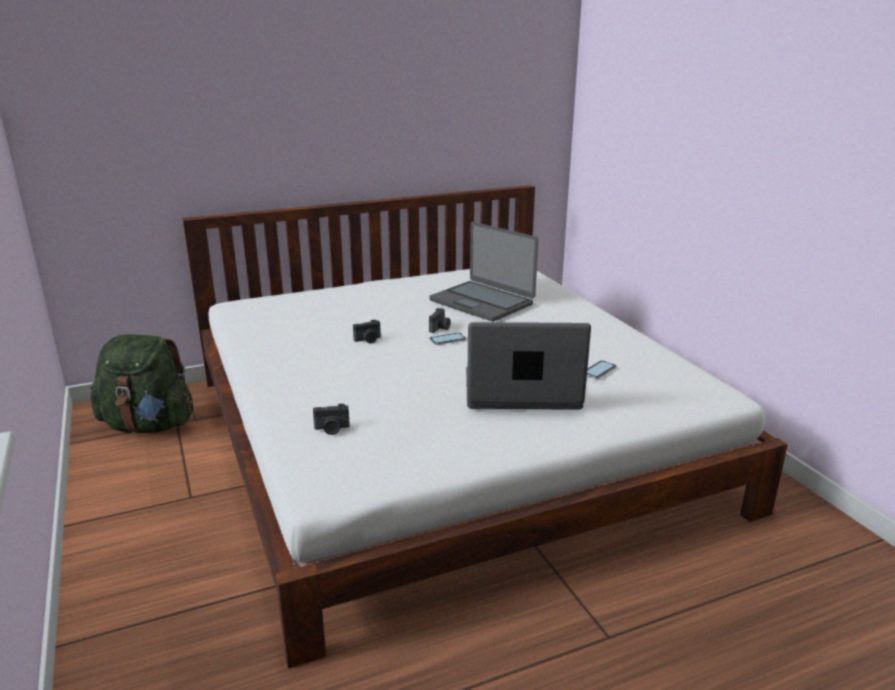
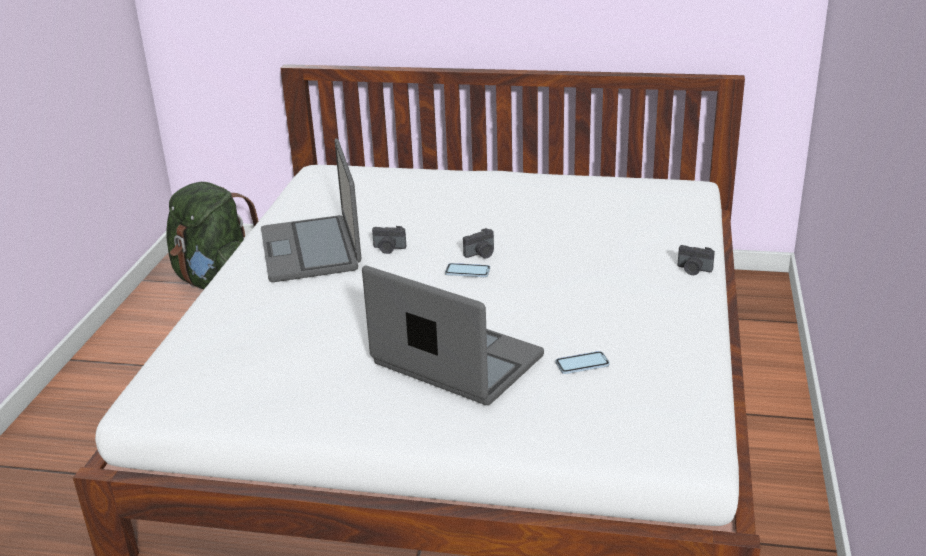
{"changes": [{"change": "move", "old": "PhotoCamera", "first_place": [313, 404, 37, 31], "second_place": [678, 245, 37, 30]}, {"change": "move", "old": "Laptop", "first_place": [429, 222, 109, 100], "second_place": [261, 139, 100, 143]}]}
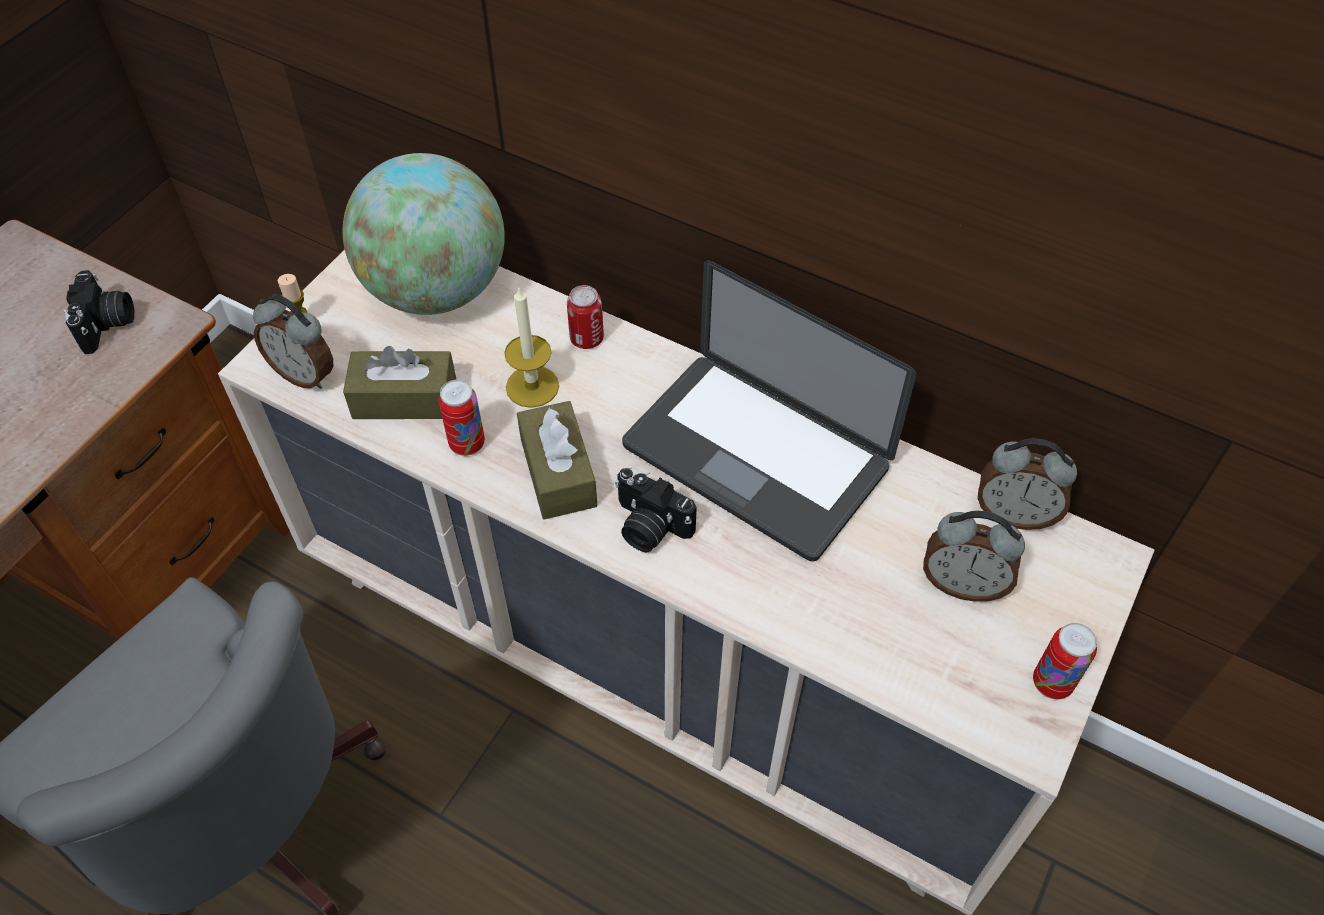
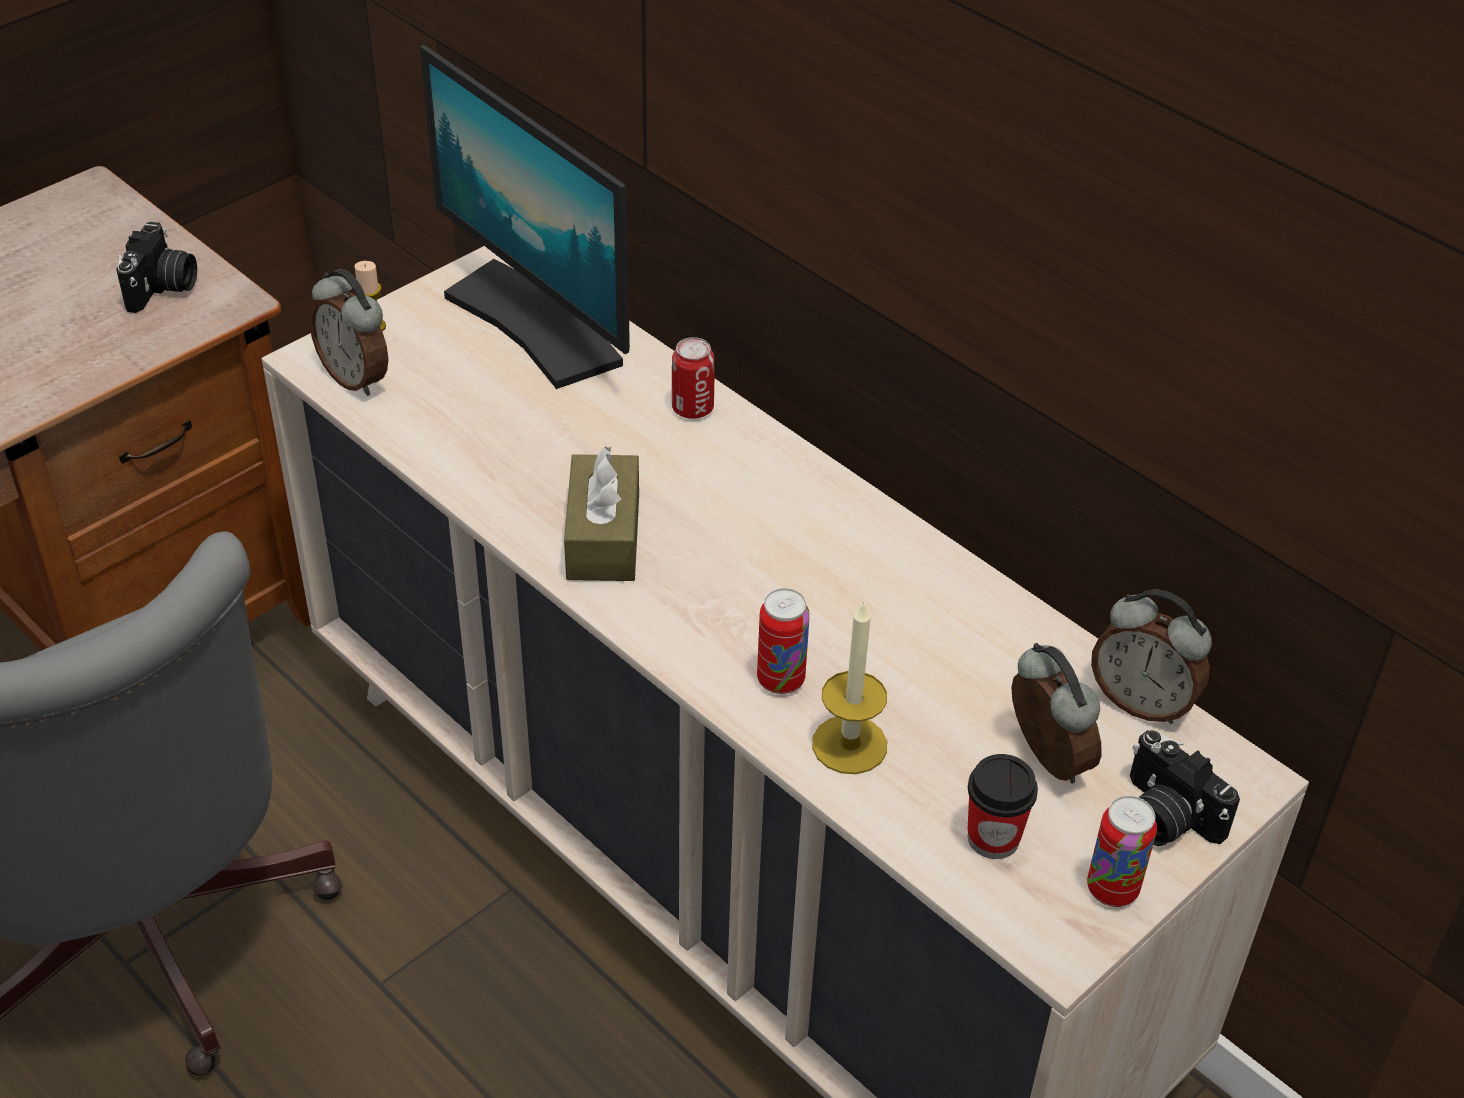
{"changes": [{"change": "delete", "old": "BrownTissueBox", "first_place": [343, 346, 113, 73]}, {"change": "delete", "old": "Laptop", "first_place": [622, 261, 294, 300]}, {"change": "insert", "new": "Cup", "second_place": [968, 754, 70, 105]}, {"change": "move", "old": "Can", "first_place": [439, 380, 46, 76], "second_place": [757, 588, 53, 106]}, {"change": "move", "old": "Candle", "first_place": [504, 288, 55, 120], "second_place": [812, 601, 75, 173]}, {"change": "move", "old": "PhotoCamera", "first_place": [615, 468, 82, 84], "second_place": [1130, 730, 110, 116]}, {"change": "replace", "old": "Globe", "new": "Monitor", "first_place": [342, 153, 163, 162], "second_place": [420, 45, 210, 344]}, {"change": "rotate", "old": "AlarmClock", "first_place": [923, 511, 102, 91], "second_place": [1011, 643, 91, 140], "degrees": -150}]}
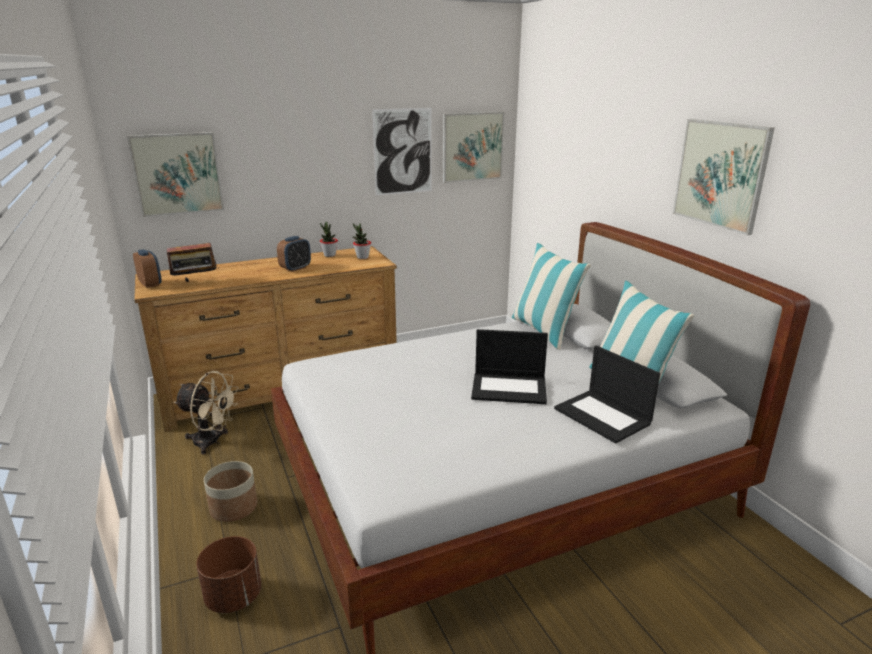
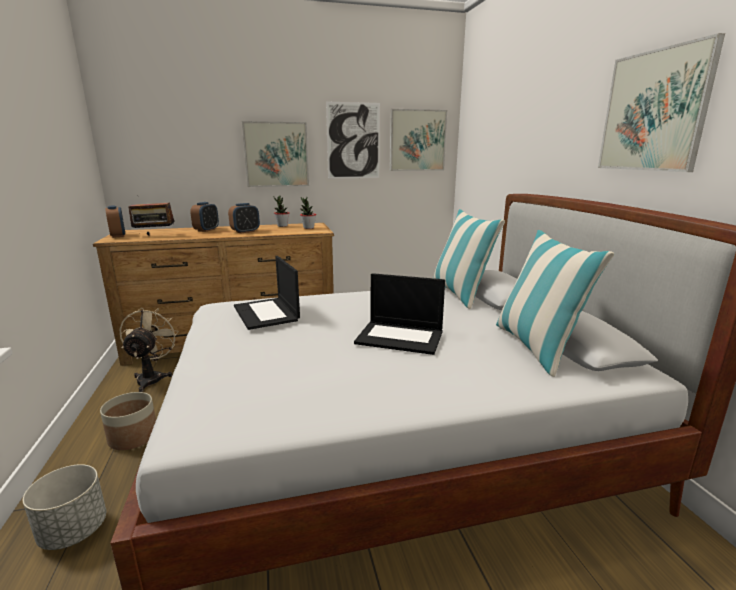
{"changes": [{"change": "insert", "new": "AlarmClock", "second_place": [190, 202, 29, 30]}, {"change": "move", "old": "Picture", "first_place": [127, 132, 97, 85], "second_place": [242, 121, 67, 66]}, {"change": "move", "old": "Laptop", "first_place": [554, 346, 106, 97], "second_place": [234, 256, 66, 74]}, {"change": "recolor", "old": "BrownPlanter", "new": "GreyPlanter", "first_place": [196, 536, 65, 77], "second_place": [23, 464, 83, 86]}, {"change": "rotate", "old": "BeigeFan", "first_place": [174, 371, 65, 84], "second_place": [119, 308, 60, 84], "degrees": -120}]}
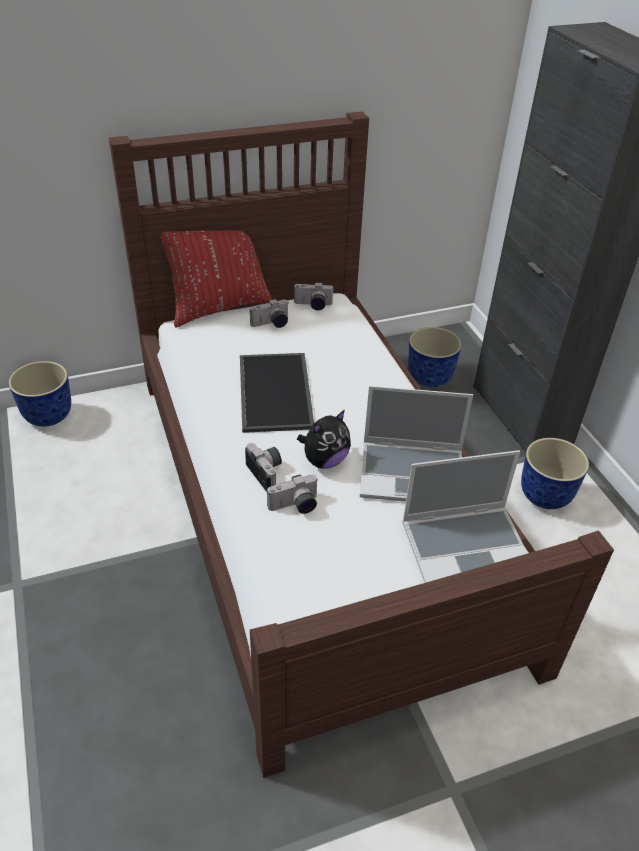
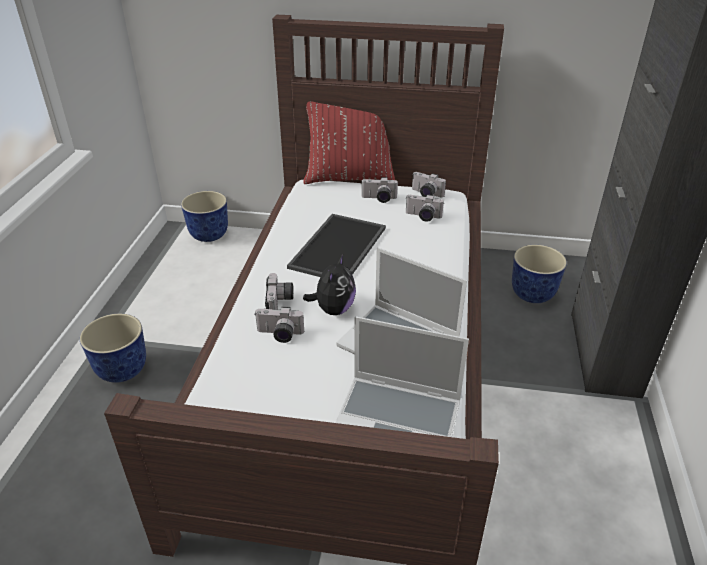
{"changes": [{"change": "insert", "new": "PhotoCamera", "second_place": [406, 194, 38, 28]}, {"change": "move", "old": "Planter", "first_place": [521, 438, 68, 71], "second_place": [80, 314, 66, 69]}, {"change": "rotate", "old": "PlushToy", "first_place": [297, 410, 54, 59], "second_place": [303, 255, 53, 60], "degrees": -60}]}
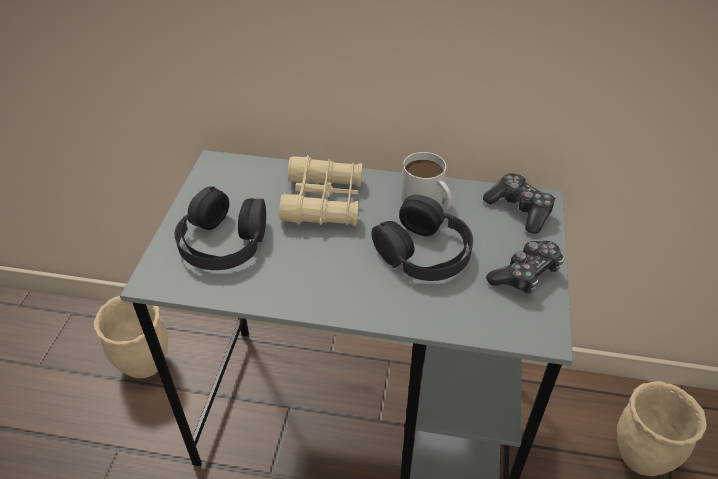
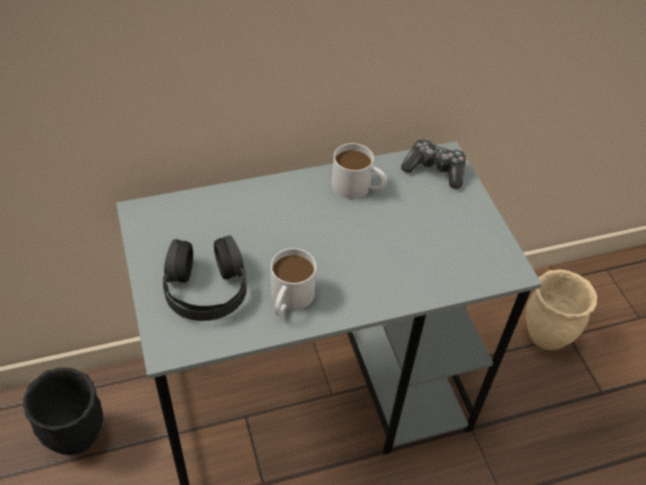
{"changes": [{"change": "delete", "old": "BeigeBinoculars", "first_place": [279, 156, 83, 70]}, {"change": "delete", "old": "BlackHeadphones", "first_place": [372, 195, 101, 86]}, {"change": "delete", "old": "GameController", "first_place": [486, 241, 78, 53]}, {"change": "insert", "new": "WhiteMug", "second_place": [271, 248, 45, 68]}, {"change": "recolor", "old": "BeigePlanter", "new": "BlackPlanter", "first_place": [94, 296, 74, 82], "second_place": [23, 368, 80, 87]}]}
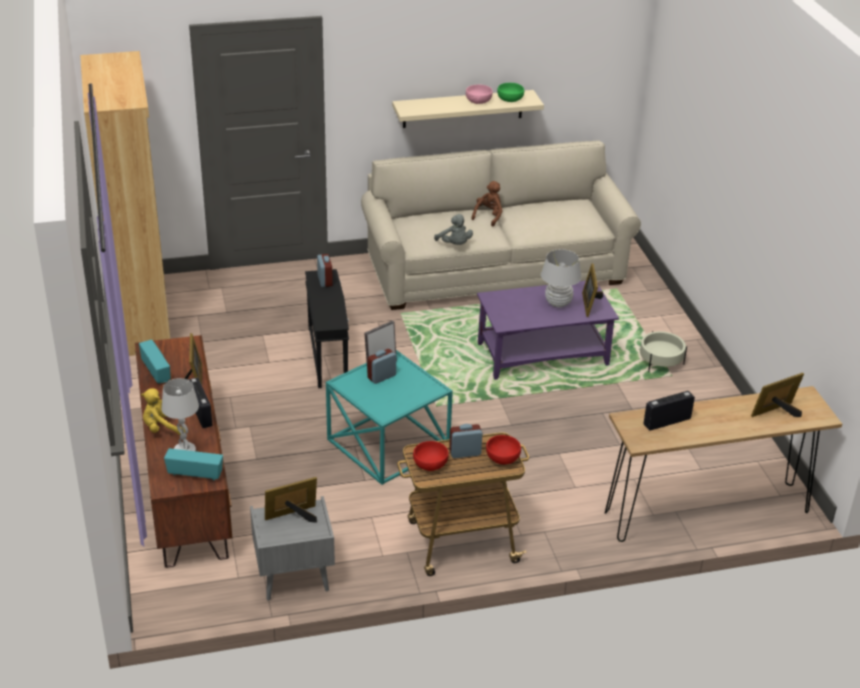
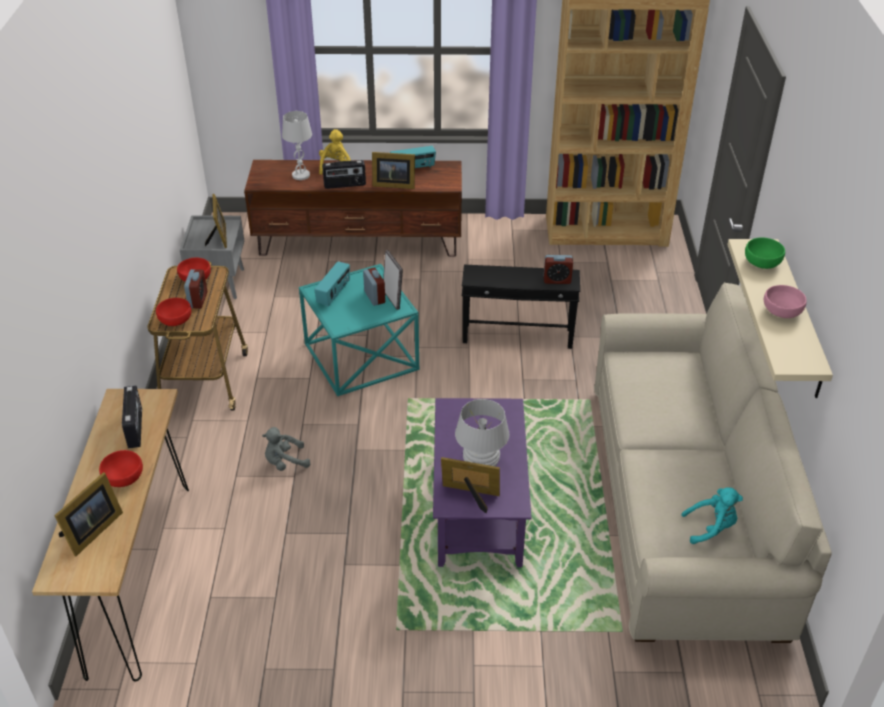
{"changes": [{"change": "delete", "old": "BrownPlushToy", "first_place": [471, 181, 31, 46]}, {"change": "delete", "old": "BeigePlanter", "first_place": [640, 331, 47, 41]}, {"change": "insert", "new": "RedBowl", "second_place": [99, 450, 44, 37]}, {"change": "insert", "new": "TurquoisePlushToy", "second_place": [681, 487, 62, 57]}, {"change": "move", "old": "Radio", "first_place": [164, 448, 59, 32], "second_place": [314, 261, 36, 46]}, {"change": "move", "old": "GreyPlushToy", "first_place": [434, 214, 39, 31], "second_place": [262, 427, 48, 44]}, {"change": "move", "old": "GreenBowl", "first_place": [497, 83, 27, 19], "second_place": [745, 238, 40, 31]}, {"change": "rotate", "old": "PictureFrame", "first_place": [751, 373, 53, 44], "second_place": [54, 472, 69, 84], "degrees": 45}]}
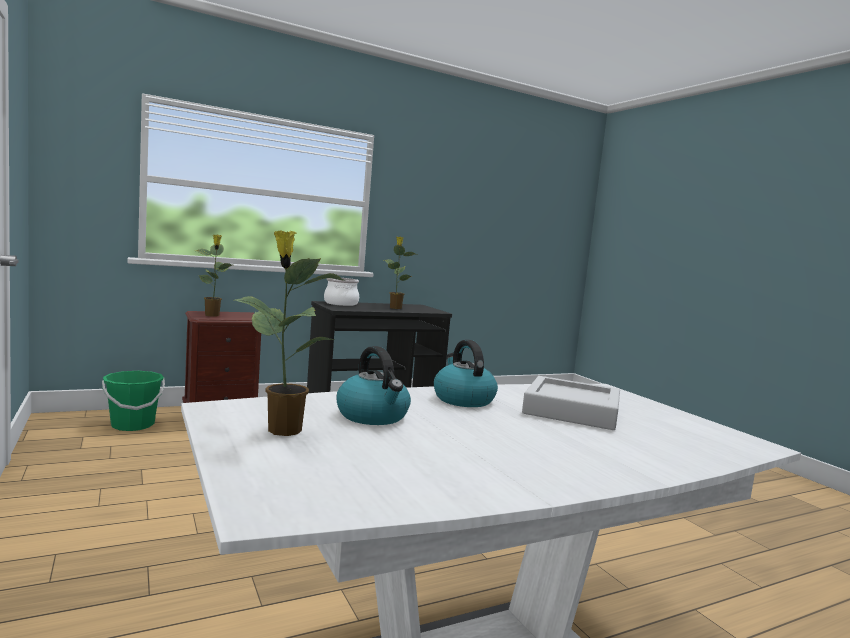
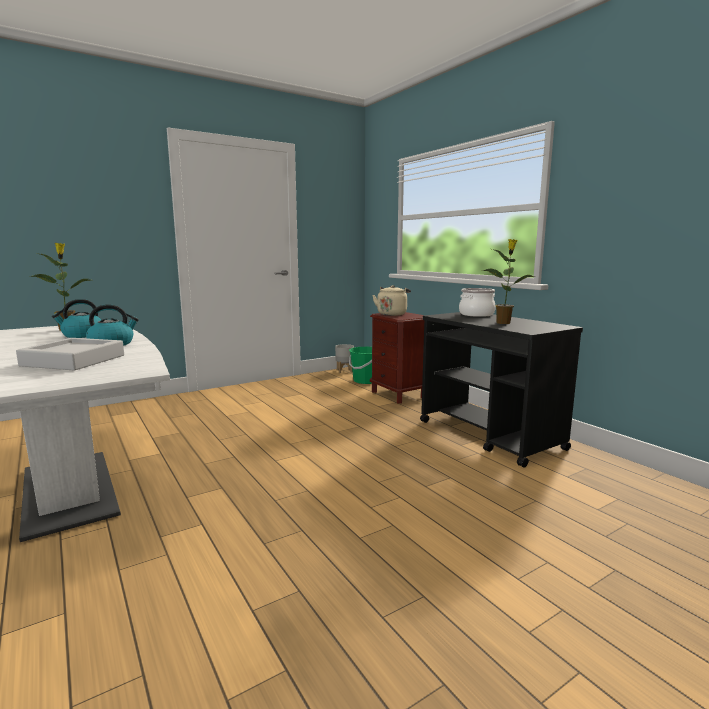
{"changes": [{"change": "insert", "new": "GreyPlanter", "second_place": [335, 344, 19, 29]}, {"change": "replace", "old": "PottedPlant", "new": "BeigeKettle", "first_place": [196, 234, 36, 83], "second_place": [372, 285, 39, 31]}]}
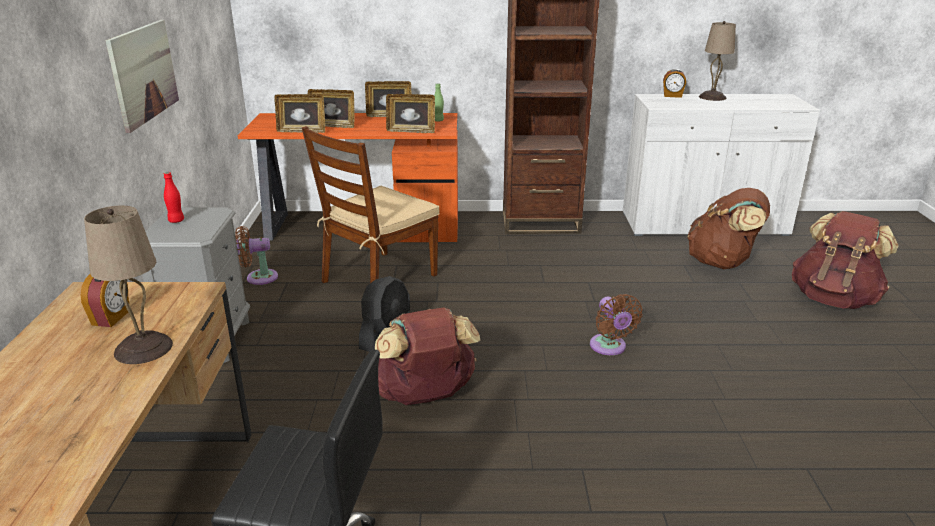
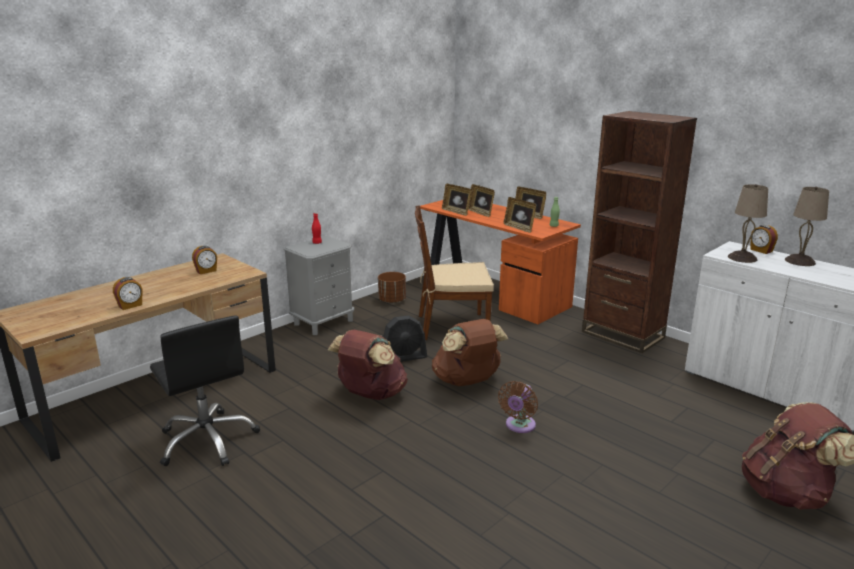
{"changes": [{"change": "delete", "old": "Picture", "first_place": [105, 20, 74, 113]}, {"change": "insert", "new": "AlarmClock", "second_place": [113, 277, 30, 33]}, {"change": "move", "old": "BeigeTableLamp", "first_place": [84, 205, 89, 159], "second_place": [728, 184, 40, 79]}, {"change": "move", "old": "BrownBackpack", "first_place": [687, 188, 83, 81], "second_place": [432, 319, 76, 67]}, {"change": "replace", "old": "BrownFan", "new": "BrownPlanter", "first_place": [235, 226, 43, 59], "second_place": [378, 272, 28, 31]}]}
